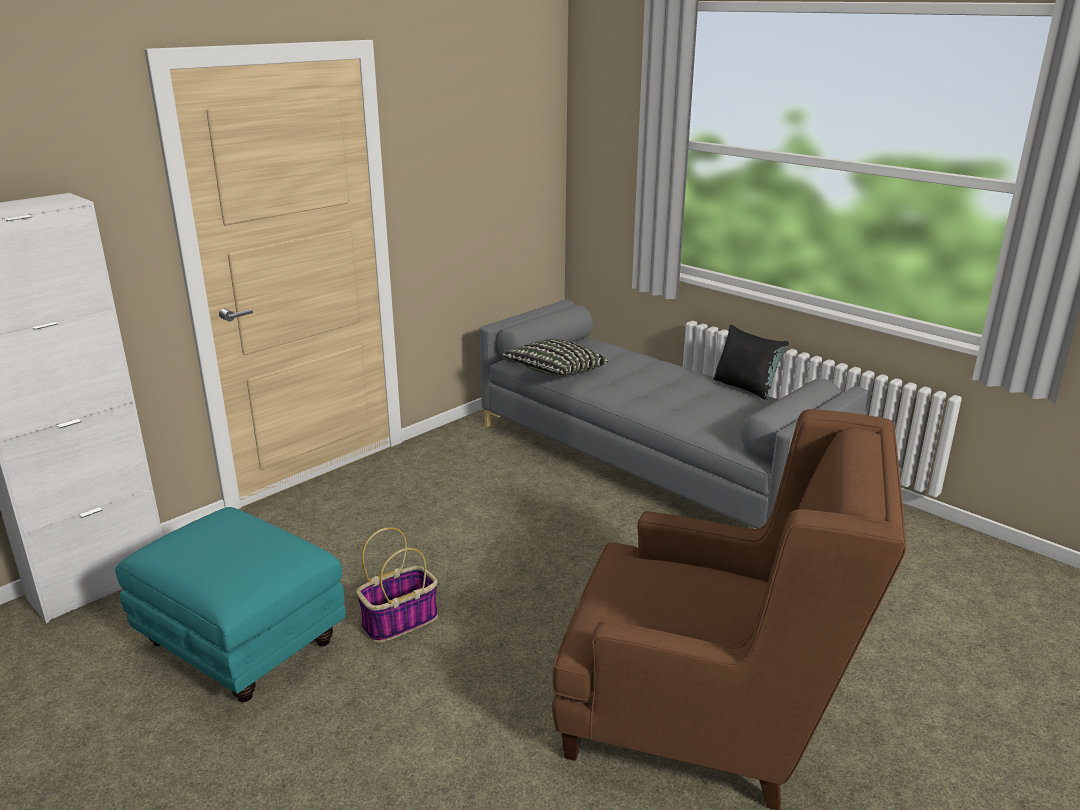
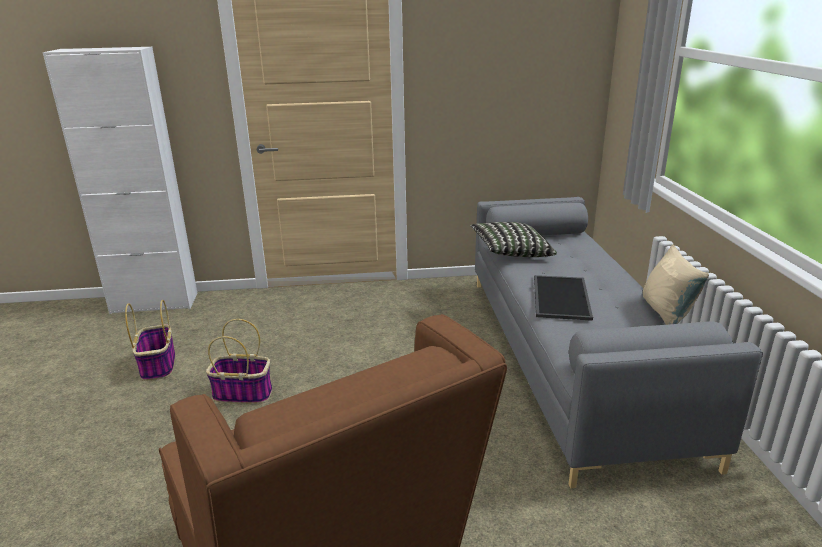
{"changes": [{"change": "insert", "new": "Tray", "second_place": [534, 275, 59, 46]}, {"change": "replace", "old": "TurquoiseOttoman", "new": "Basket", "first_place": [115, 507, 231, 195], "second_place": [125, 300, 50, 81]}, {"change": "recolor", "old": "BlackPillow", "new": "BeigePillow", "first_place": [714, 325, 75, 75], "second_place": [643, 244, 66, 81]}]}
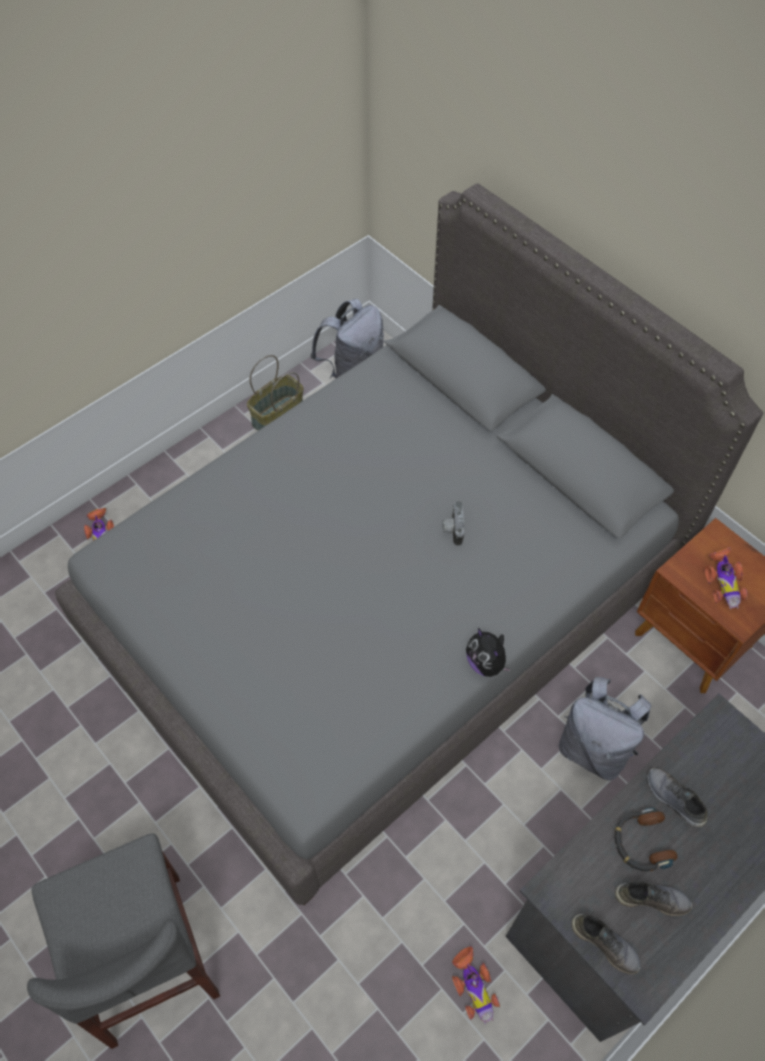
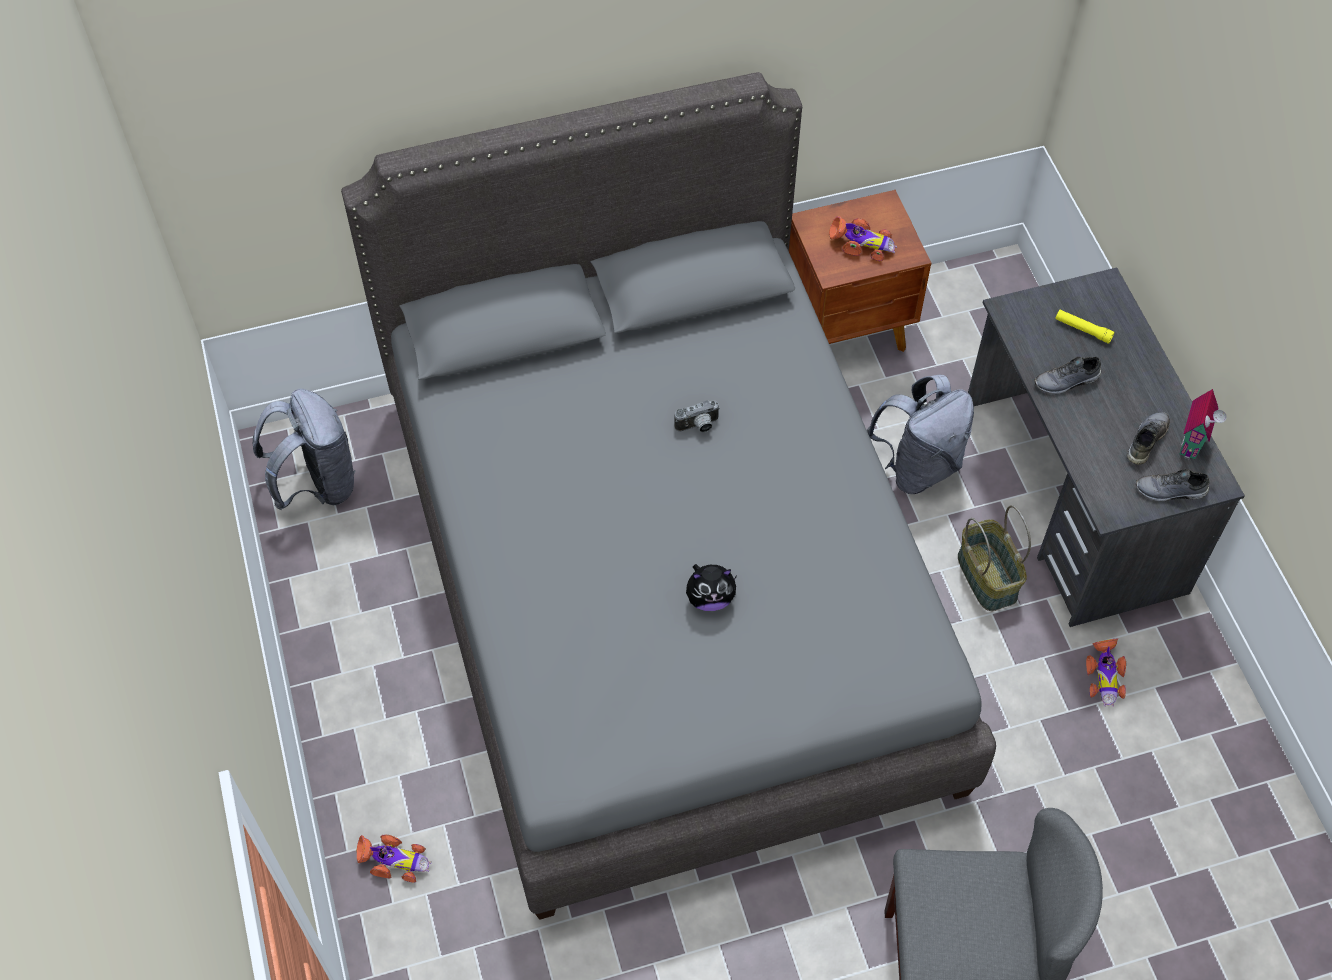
{"changes": [{"change": "delete", "old": "Headphones", "first_place": [615, 807, 63, 64]}, {"change": "insert", "new": "YellowFlashlight", "second_place": [1055, 310, 60, 34]}, {"change": "insert", "new": "ToyHouse", "second_place": [1179, 389, 48, 70]}, {"change": "move", "old": "Basket", "first_place": [247, 355, 56, 76], "second_place": [958, 505, 73, 106]}, {"change": "move", "old": "PlushToy", "first_place": [466, 628, 46, 49], "second_place": [686, 564, 52, 47]}, {"change": "rotate", "old": "PhotoCamera", "first_place": [442, 501, 23, 45], "second_place": [674, 400, 46, 33], "degrees": -45}, {"change": "rotate", "old": "ToyCar", "first_place": [452, 946, 48, 78], "second_place": [1086, 639, 40, 68], "degrees": 90}, {"change": "rotate", "old": "GreyShoe", "first_place": [571, 914, 70, 60], "second_place": [1136, 469, 73, 33], "degrees": -150}]}
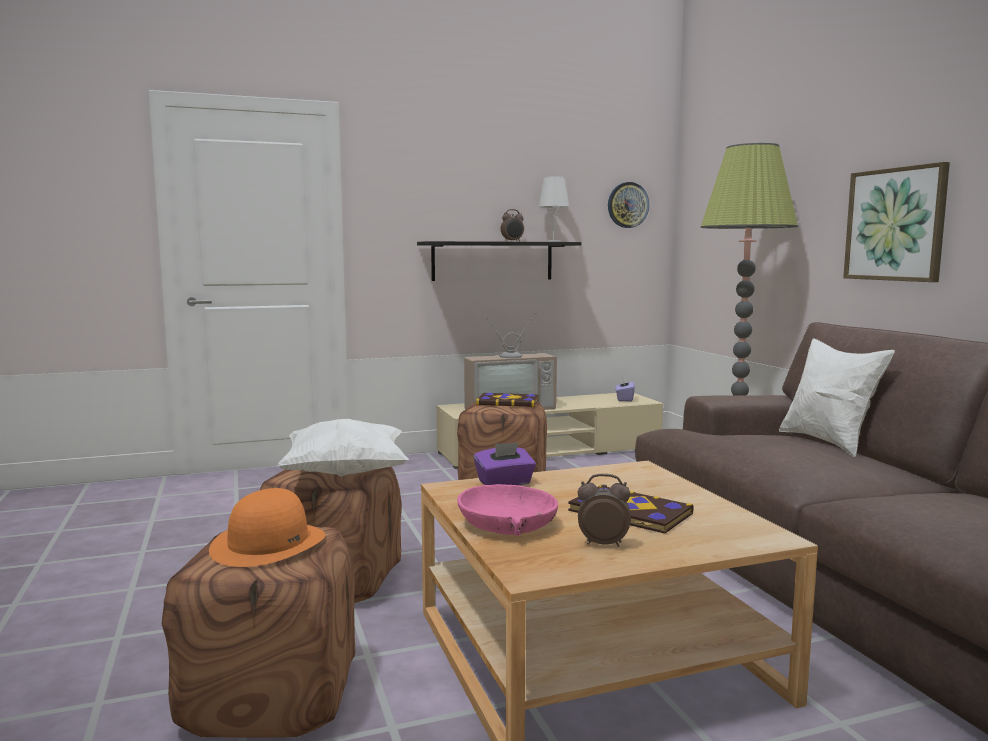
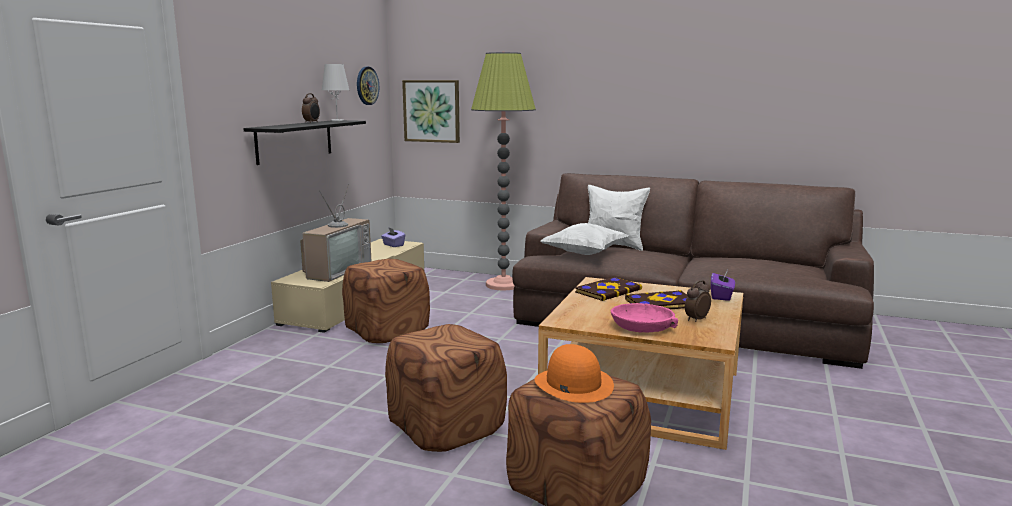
{"changes": [{"change": "move", "old": "WhitePillow", "first_place": [277, 419, 132, 58], "second_place": [541, 223, 87, 32]}, {"change": "move", "old": "PurpleTissueBox", "first_place": [474, 442, 62, 43], "second_place": [711, 270, 24, 31]}, {"change": "move", "old": "Book", "first_place": [476, 392, 63, 15], "second_place": [575, 277, 67, 24]}, {"change": "move", "old": "Picture", "first_place": [843, 162, 107, 120], "second_place": [402, 80, 58, 63]}]}
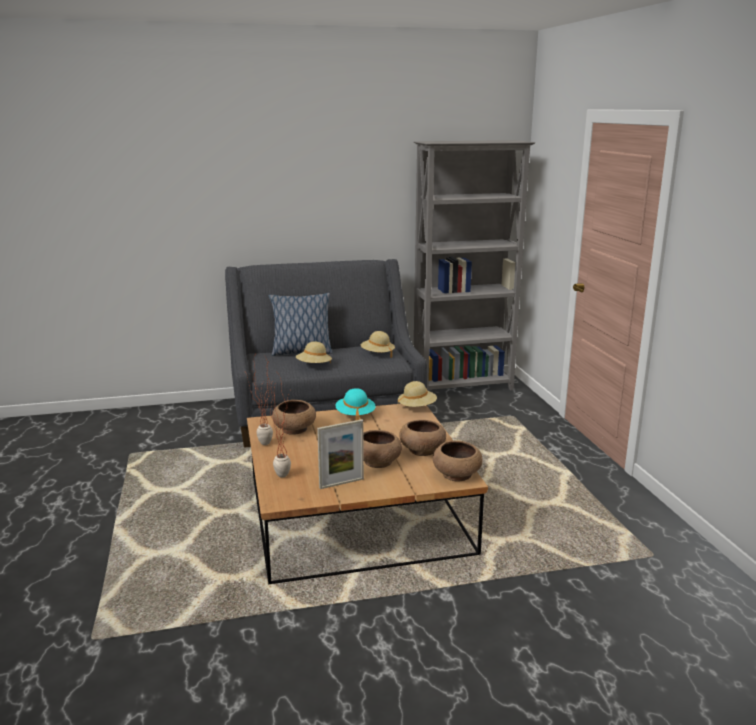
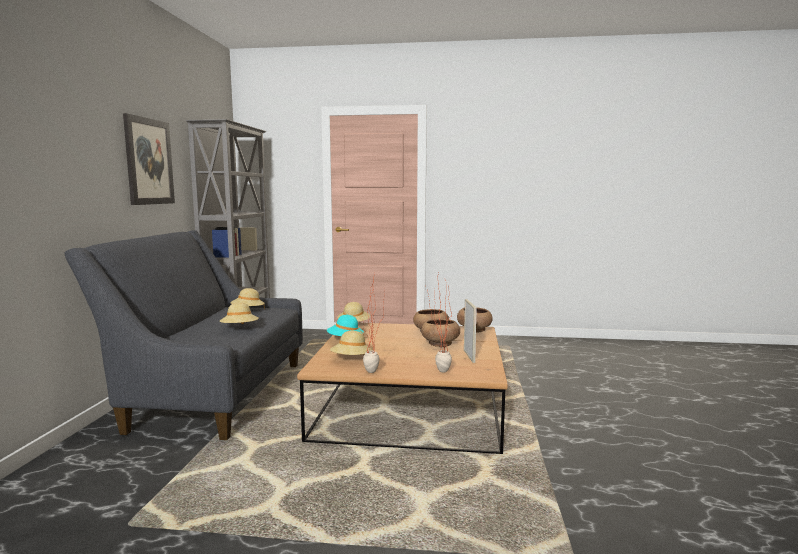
{"changes": [{"change": "delete", "old": "Pillow", "first_place": [268, 293, 64, 63]}, {"change": "insert", "new": "Picture", "second_place": [123, 113, 52, 92]}, {"change": "replace", "old": "BrownBowl", "new": "BeigeHat", "first_place": [272, 400, 44, 35], "second_place": [330, 331, 42, 24]}]}
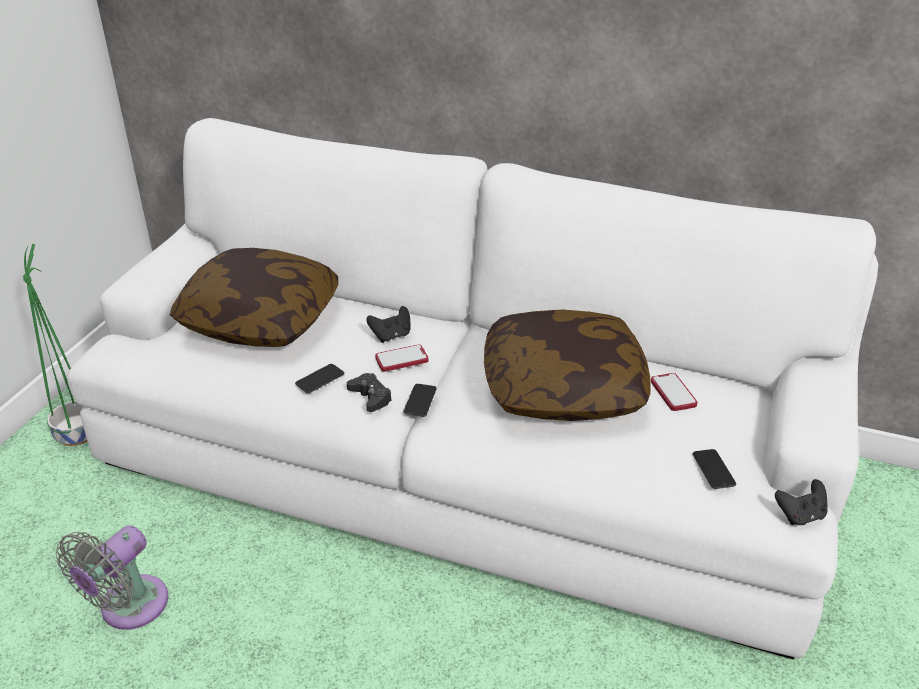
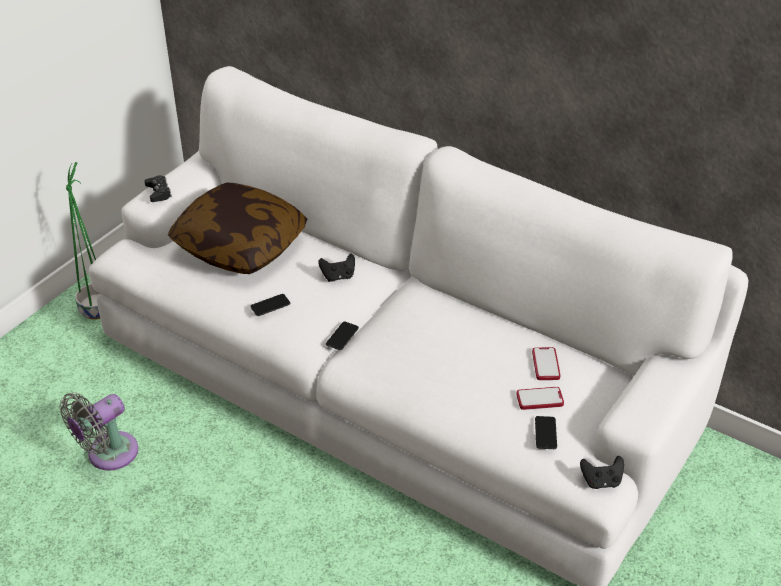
{"changes": [{"change": "delete", "old": "Pillow", "first_place": [484, 309, 167, 112]}, {"change": "move", "old": "BlackGameController", "first_place": [347, 373, 45, 39], "second_place": [144, 175, 28, 27]}, {"change": "move", "old": "Phone", "first_place": [375, 344, 53, 28], "second_place": [516, 387, 48, 23]}]}
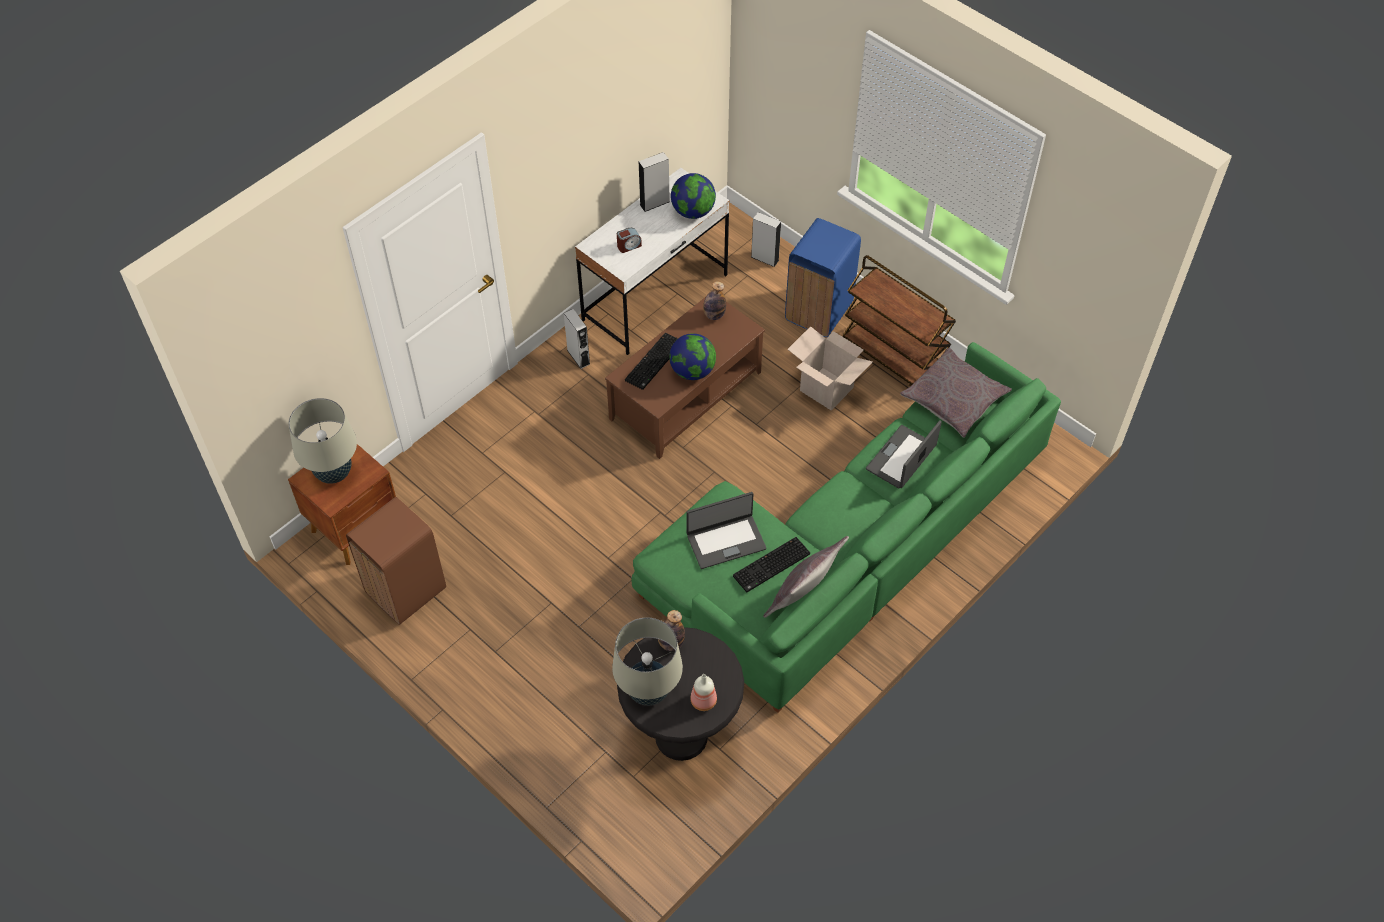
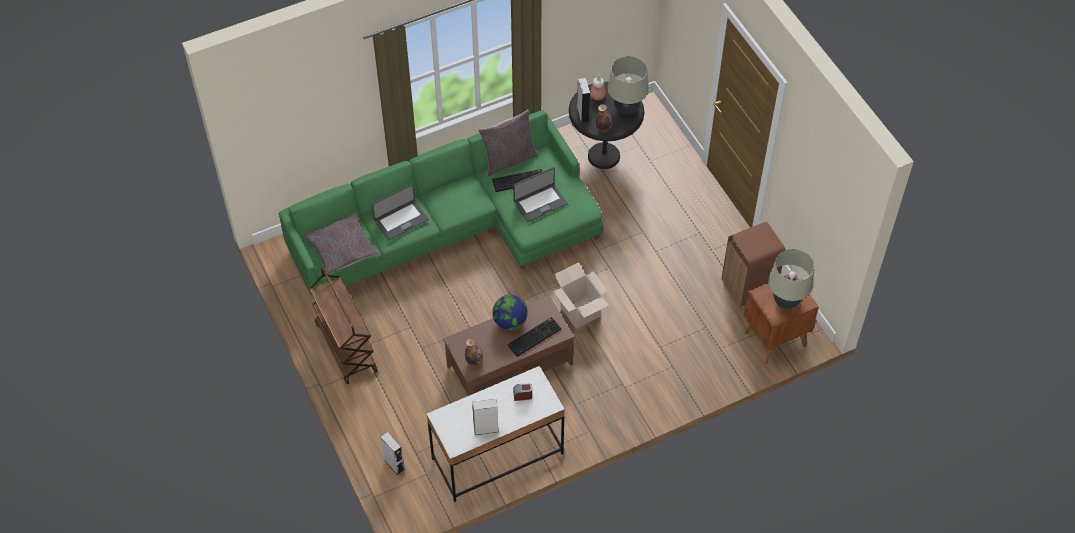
{"changes": [{"change": "delete", "old": "Globe", "first_place": [671, 173, 45, 46]}, {"change": "delete", "old": "BlueTrashCan", "first_place": [785, 218, 76, 119]}, {"change": "move", "old": "GreySpeaker", "first_place": [564, 309, 26, 60], "second_place": [577, 78, 13, 45]}, {"change": "move", "old": "CardboardBox", "first_place": [788, 326, 85, 85], "second_place": [554, 262, 55, 67]}, {"change": "rotate", "old": "Laptop", "first_place": [686, 492, 80, 77], "second_place": [513, 167, 55, 55], "degrees": 150}]}
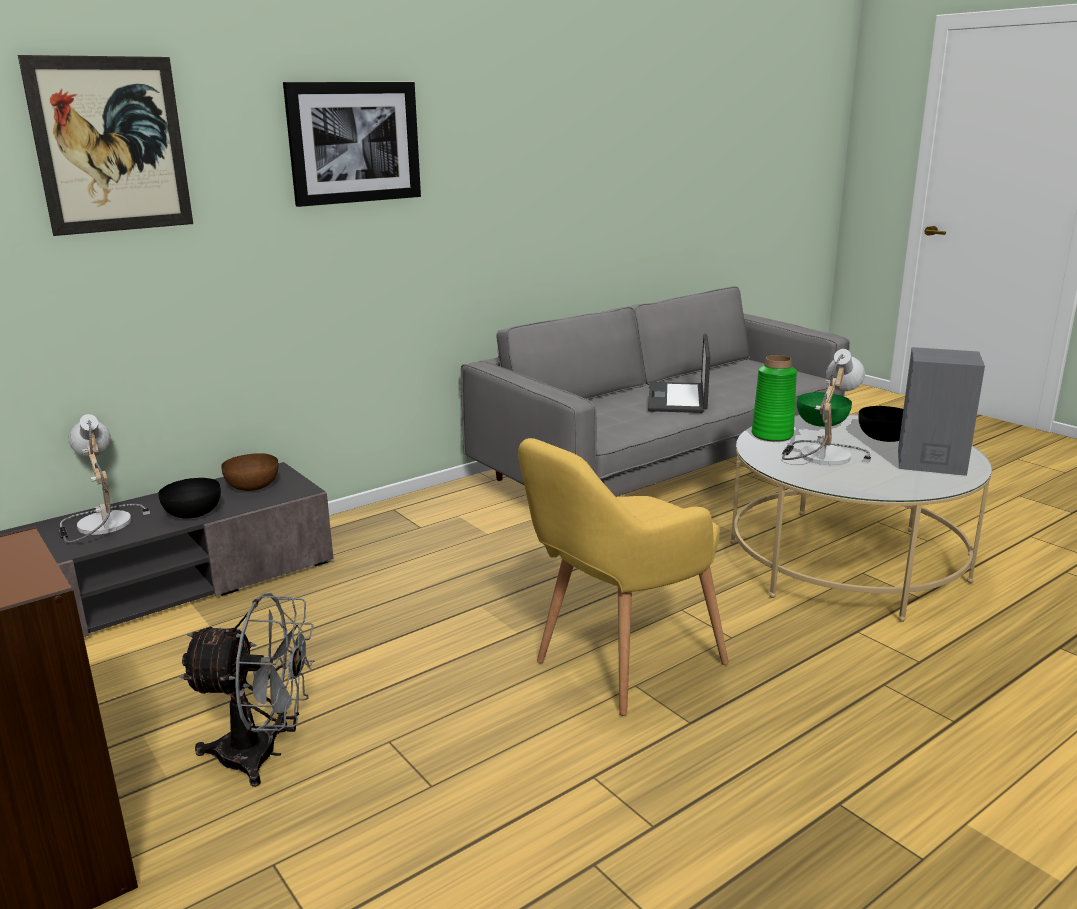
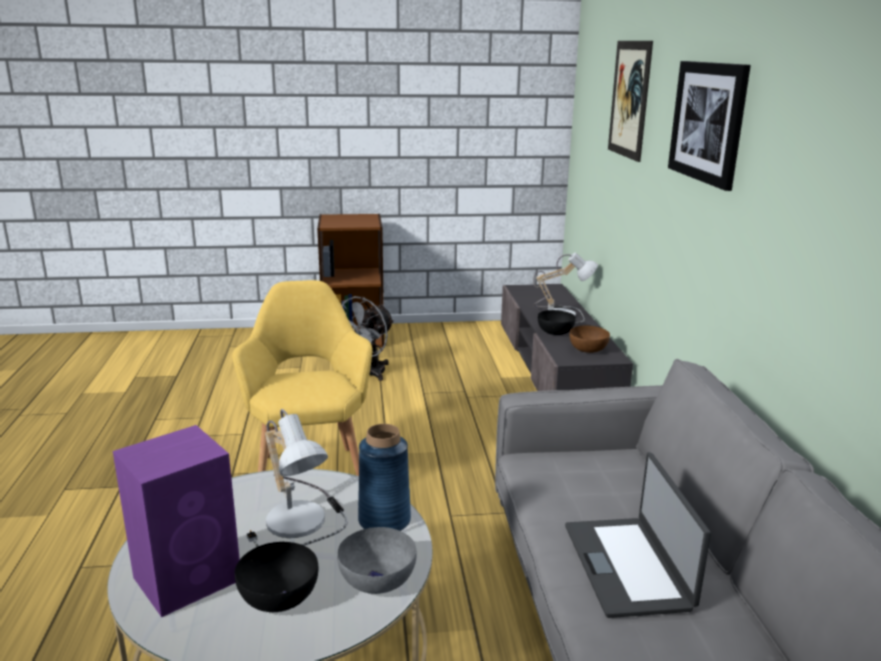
{"changes": [{"change": "recolor", "old": "GreenVase", "new": "BlueVase", "first_place": [752, 355, 45, 87], "second_place": [358, 424, 53, 107]}, {"change": "recolor", "old": "GreenBowl", "new": "GreyBowl", "first_place": [797, 392, 55, 35], "second_place": [337, 527, 80, 67]}, {"change": "recolor", "old": "GreySpeaker", "new": "PurpleSpeaker", "first_place": [898, 347, 87, 129], "second_place": [113, 425, 127, 192]}, {"change": "rotate", "old": "Laptop", "first_place": [648, 334, 62, 79], "second_place": [565, 452, 146, 166], "degrees": -135}]}
